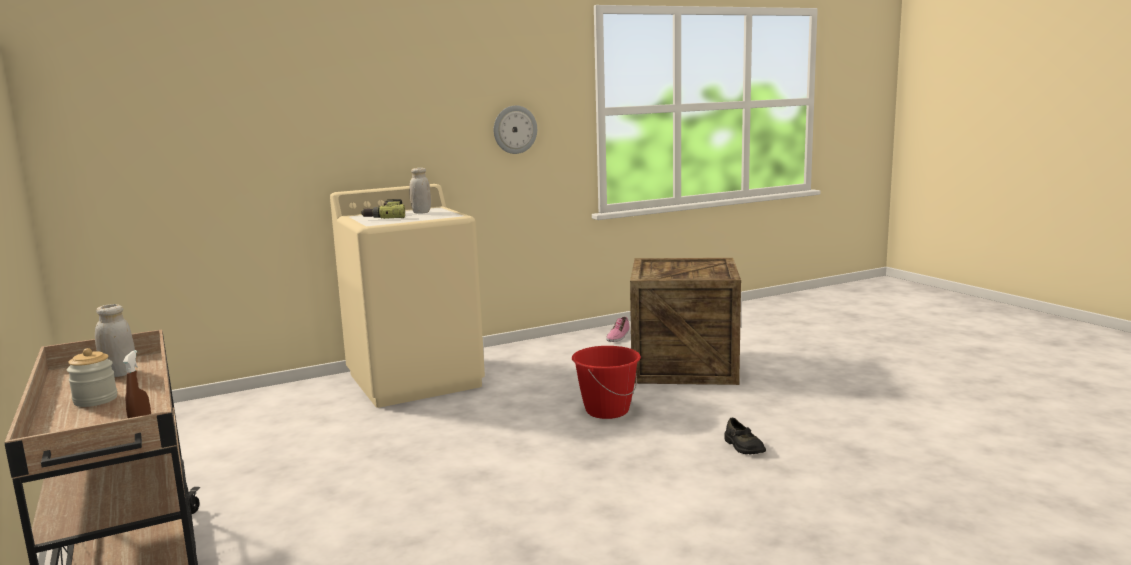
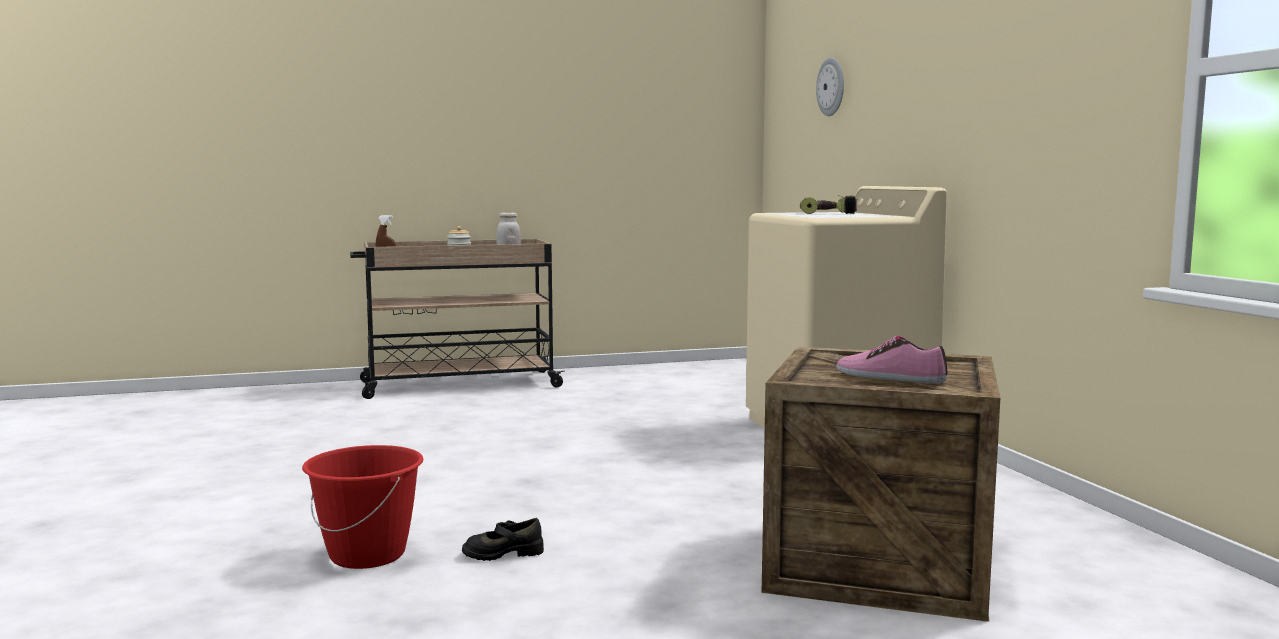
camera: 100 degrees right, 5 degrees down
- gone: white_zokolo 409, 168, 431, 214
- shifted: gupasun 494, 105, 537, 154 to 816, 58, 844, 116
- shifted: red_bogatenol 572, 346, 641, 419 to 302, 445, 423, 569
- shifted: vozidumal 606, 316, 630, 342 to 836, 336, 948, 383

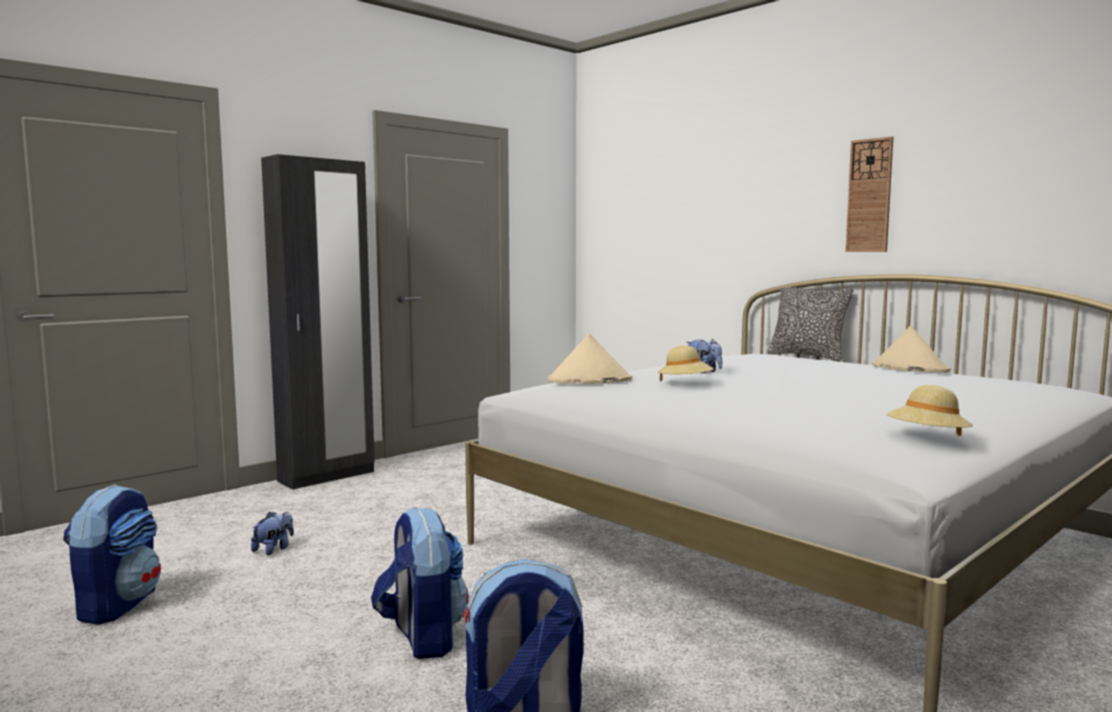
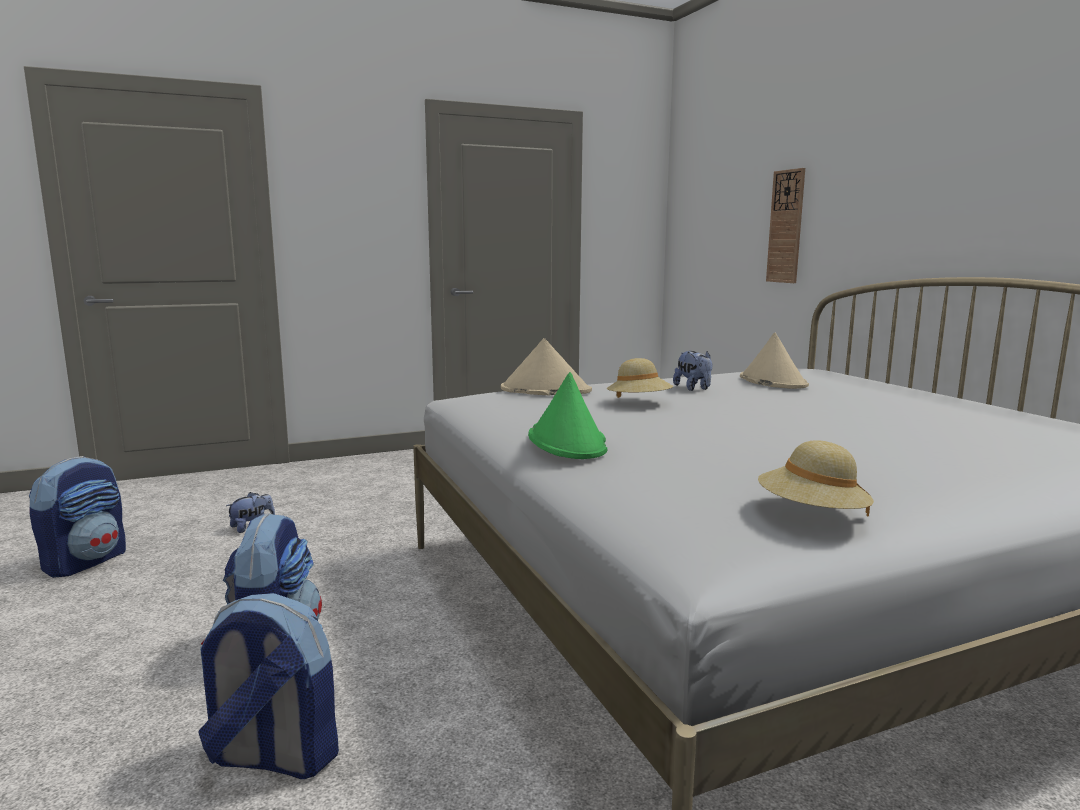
camera: 20 degrees right, 5 degrees up
- gone: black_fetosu 261, 154, 375, 490
- gone: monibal 768, 286, 853, 361
- new: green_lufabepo 528, 372, 608, 459
- shifted: gupasun 846, 136, 893, 252 to 766, 168, 805, 283
- shifted: beige_lufabepo 872, 325, 950, 373 to 740, 332, 809, 389

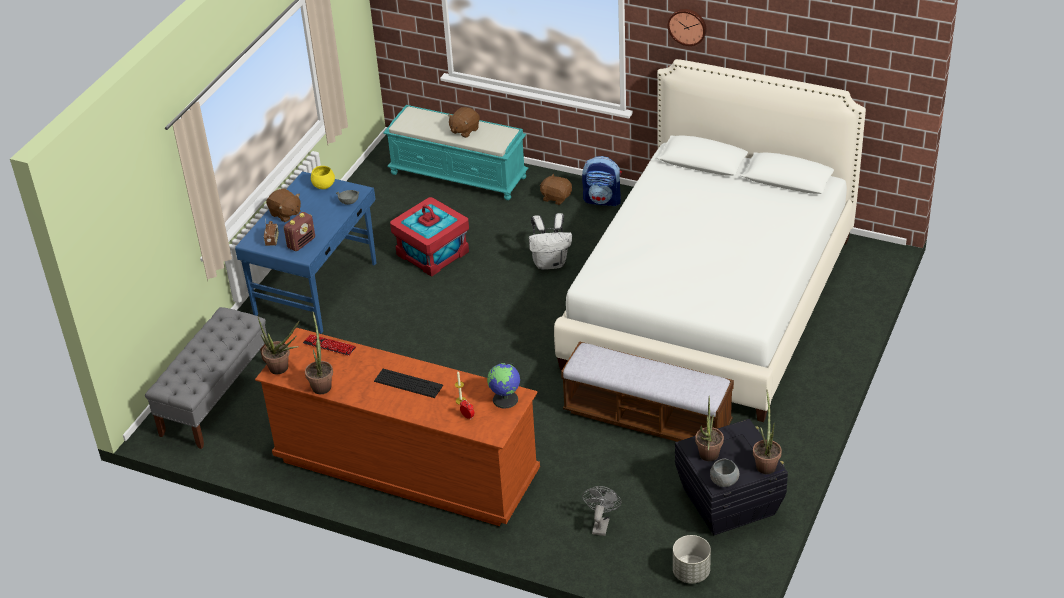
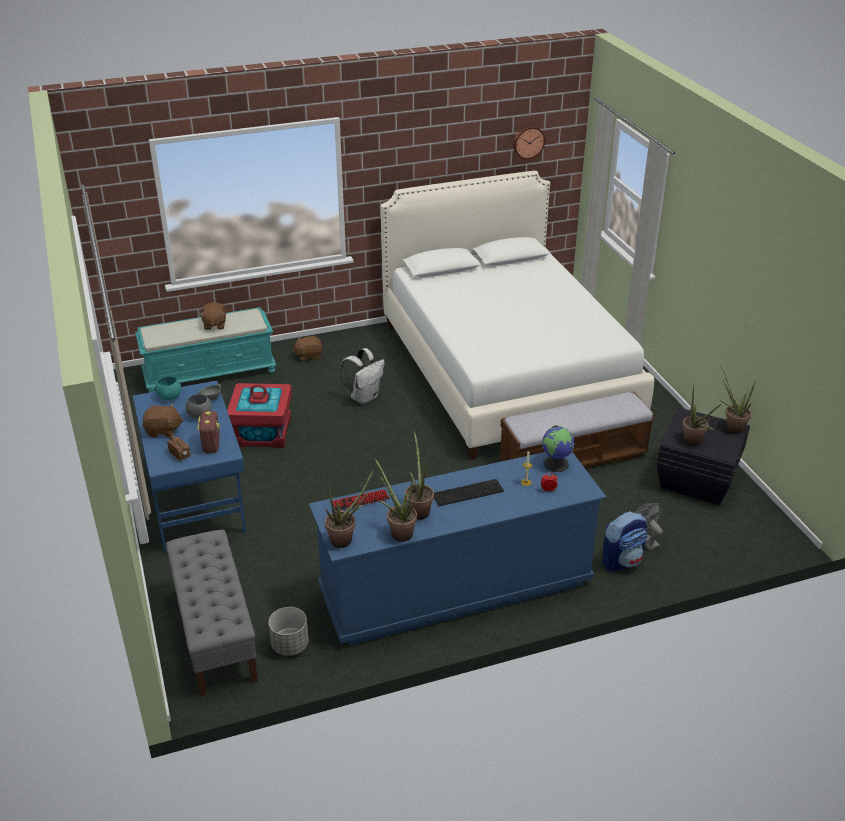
camera: 45 degrees left, 5 degrees down
- new: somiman 405, 431, 434, 520
- shifted: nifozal 582, 156, 622, 206 to 602, 511, 647, 572
- shifted: gupasun 668, 9, 707, 46 to 513, 126, 545, 160
- shifted: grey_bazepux 673, 535, 711, 583 to 269, 607, 309, 656
- shifted: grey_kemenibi 710, 459, 739, 487 to 186, 394, 212, 419
- repainted: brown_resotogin 255, 328, 540, 526 to blue_resotogin 309, 452, 606, 646
- repainted: yellow_kemenibi 311, 166, 335, 189 to turquoise_kemenibi 155, 376, 181, 400

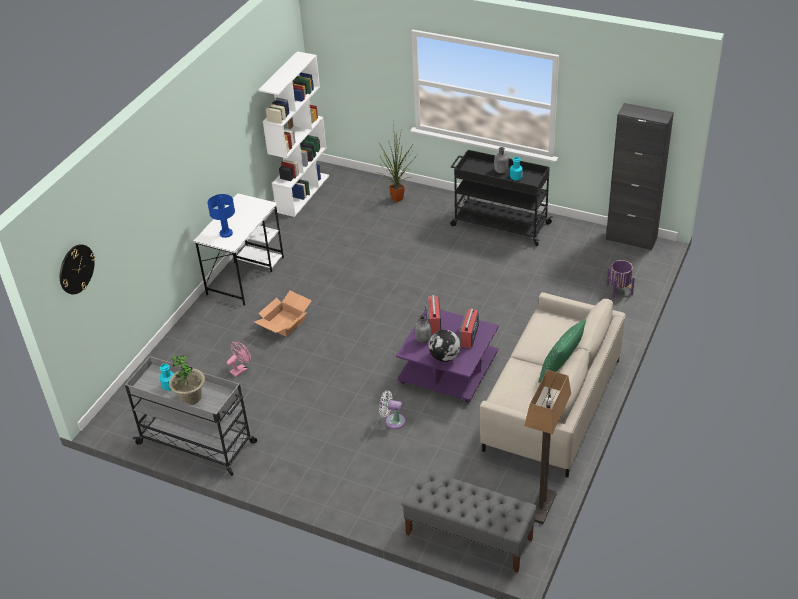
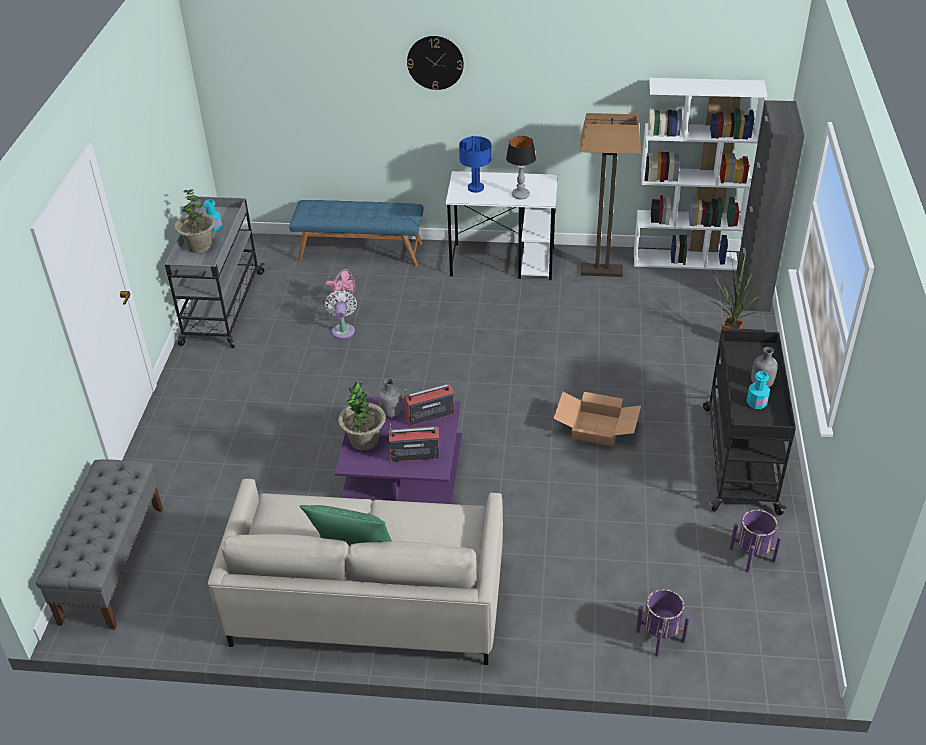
camera: 70 degrees right, 0 degrees up
- new: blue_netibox 289, 200, 424, 266
- new: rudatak 506, 136, 536, 199
- new: purple_bazepux 729, 510, 782, 572
- shifted: gupasun 60, 244, 95, 294 to 407, 36, 464, 90
- shifted: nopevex 254, 291, 312, 337 to 554, 392, 641, 446
- shifted: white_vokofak 379, 391, 406, 429 to 325, 290, 357, 339
- shifted: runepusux 524, 370, 571, 524 to 580, 113, 641, 277
- shifted: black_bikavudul 606, 103, 674, 250 to 736, 100, 805, 312
- swapped: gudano 429, 330, 461, 362 to somiman 338, 382, 386, 450

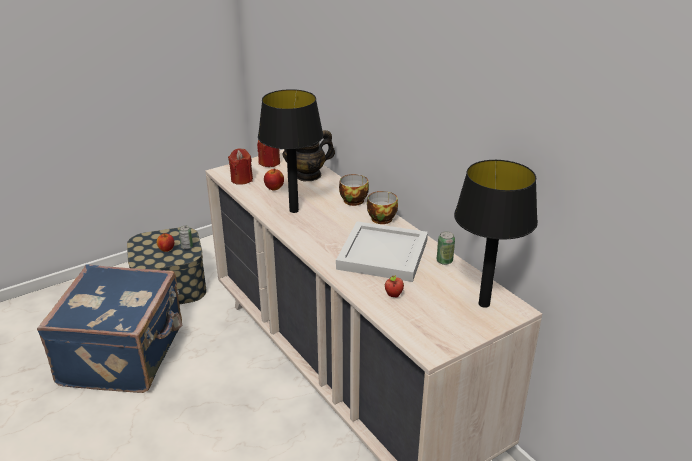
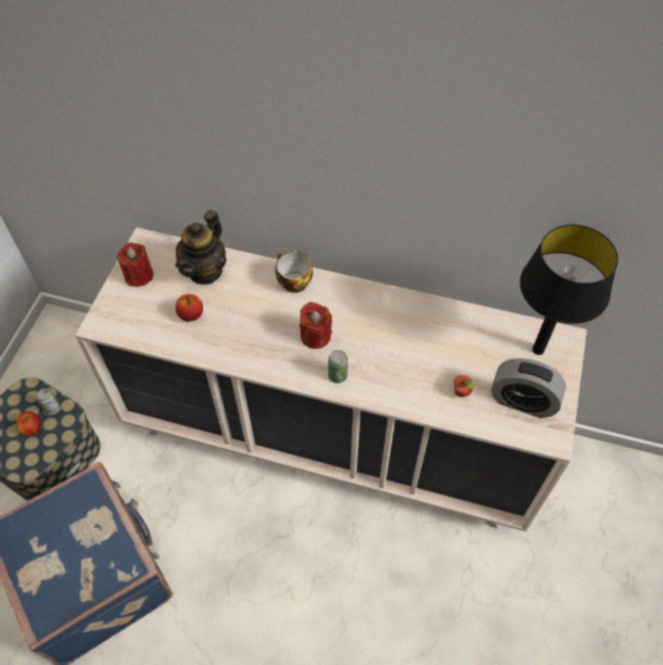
camera: 40 degrees left, 25 degrees up
- gone: black_rudatak 258, 89, 323, 213
- gone: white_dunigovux 336, 222, 428, 282
- gone: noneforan 367, 191, 398, 224
- new: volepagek 491, 358, 566, 418
- shifted: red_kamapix 228, 148, 253, 185 to 300, 302, 332, 349
- shifted: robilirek 437, 231, 455, 265 to 328, 350, 348, 383

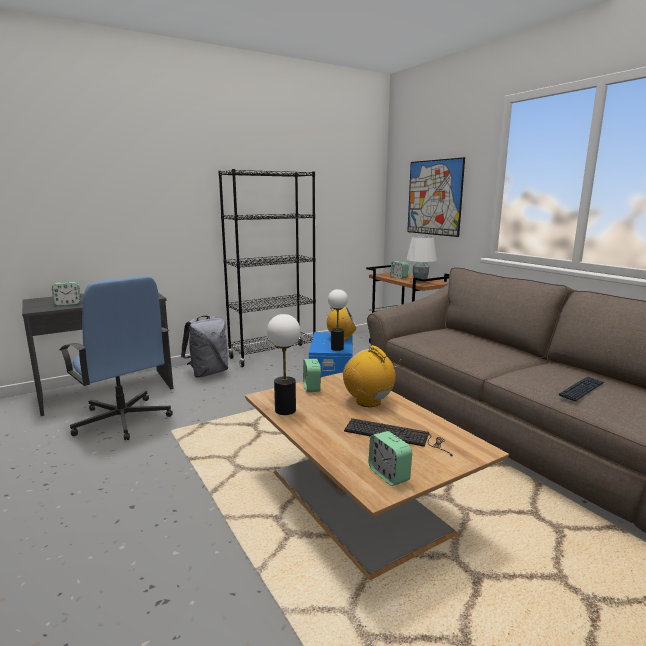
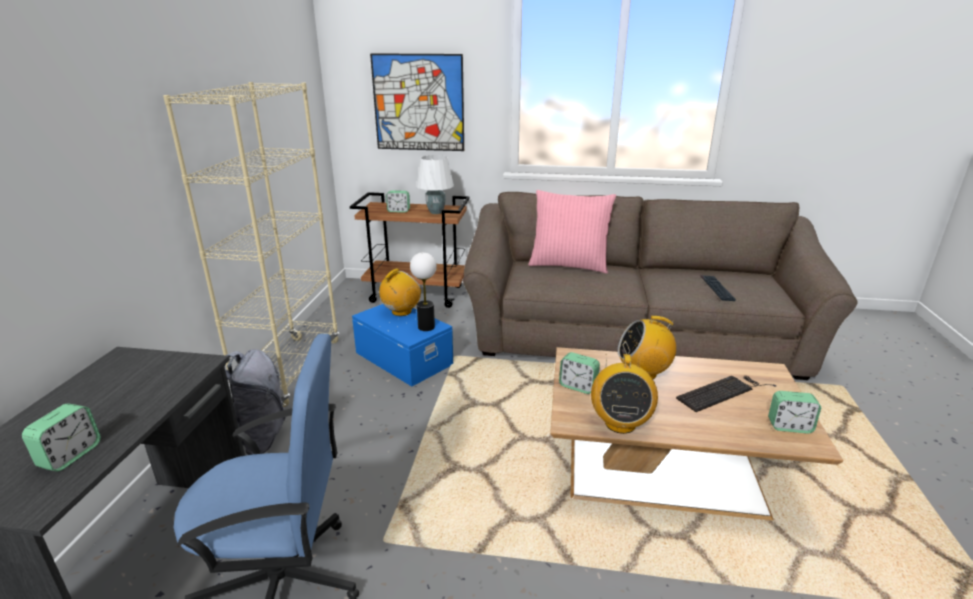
camera: 50 degrees left, 10 degrees up
- new: pink_monibal 528, 190, 616, 274
- swapped: rudatak 267, 314, 300, 415 to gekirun 591, 354, 658, 434
- repainted: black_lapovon 218, 169, 316, 367 to beige_lapovon 163, 82, 339, 407

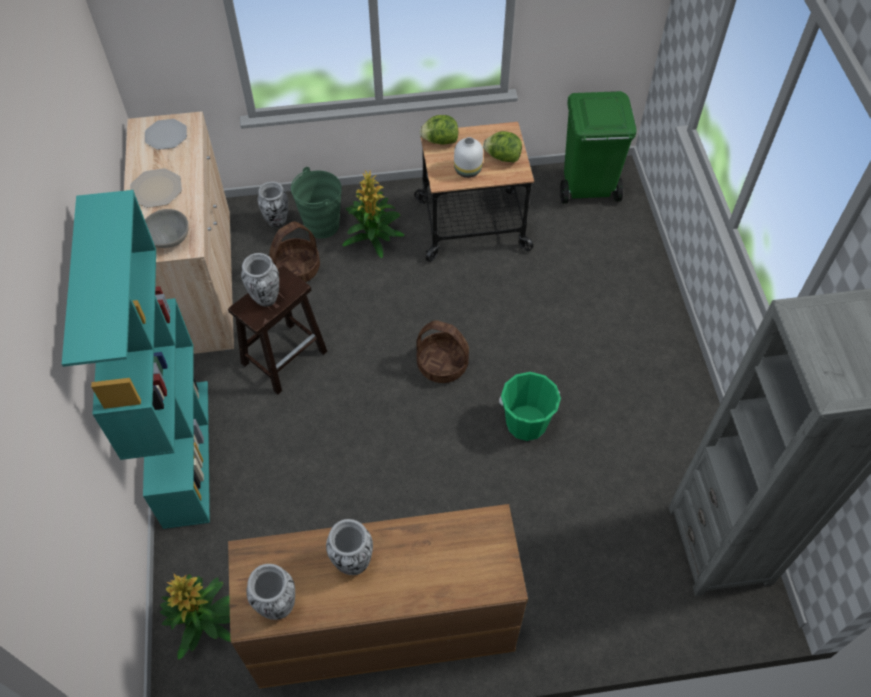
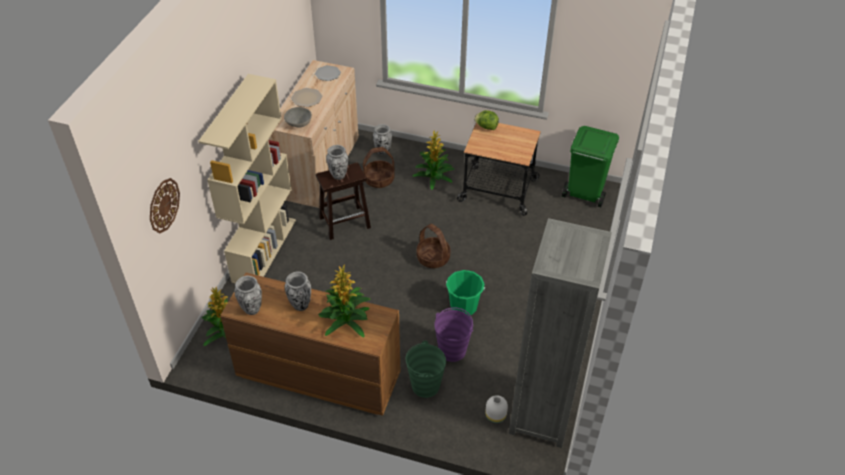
camera: 25 degrees right, 10 degrees down
- gone: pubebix 483, 131, 522, 163
- new: gupasun 150, 178, 180, 233
- new: somiman 318, 264, 370, 337
- new: purple_bogatenol 434, 308, 474, 362
- shifted: green_bogatenol 291, 167, 342, 239 to 406, 341, 446, 398
- shifted: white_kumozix 454, 137, 483, 178 to 485, 395, 508, 424
- repainted: turquoise_lapovon 62, 190, 210, 529 to beige_lapovon 198, 74, 296, 283

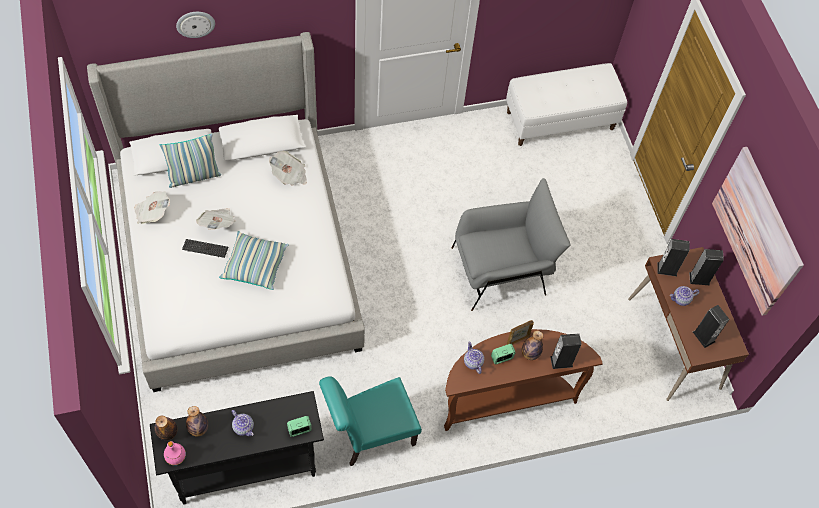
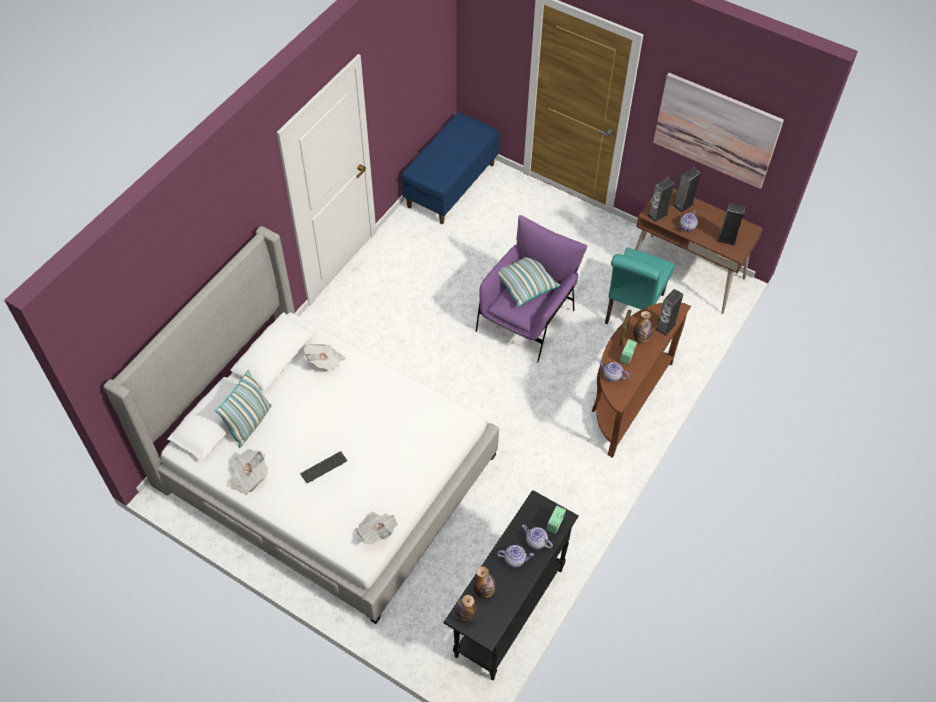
camera: 40 degrees left, 5 degrees down
- gone: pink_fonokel 164, 441, 186, 465
- gone: gupasun 176, 12, 215, 38
- new: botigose 522, 525, 553, 549
- shifted: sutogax 196, 208, 235, 230 to 355, 512, 398, 544
- shifted: monibal 219, 231, 289, 290 to 499, 257, 560, 307
- shifted: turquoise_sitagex 319, 376, 422, 466 to 605, 248, 675, 324
- repainted: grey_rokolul 452, 178, 571, 311 to purple_rokolul 476, 215, 587, 362
- repainted: white_netibox 506, 63, 627, 146 to blue_netibox 402, 113, 499, 224

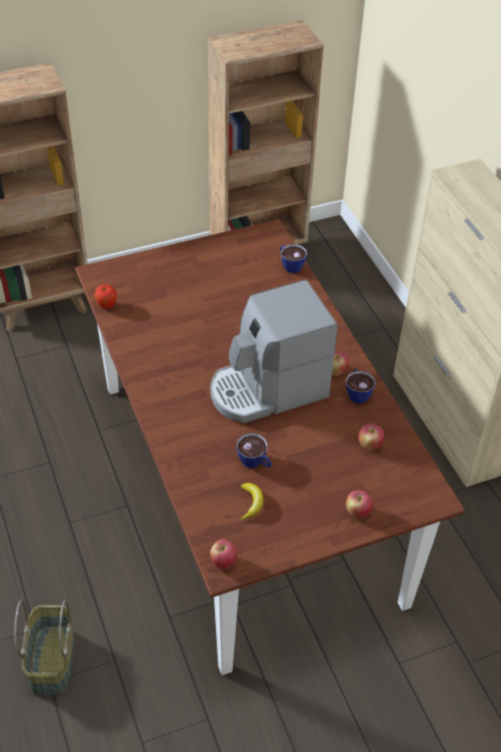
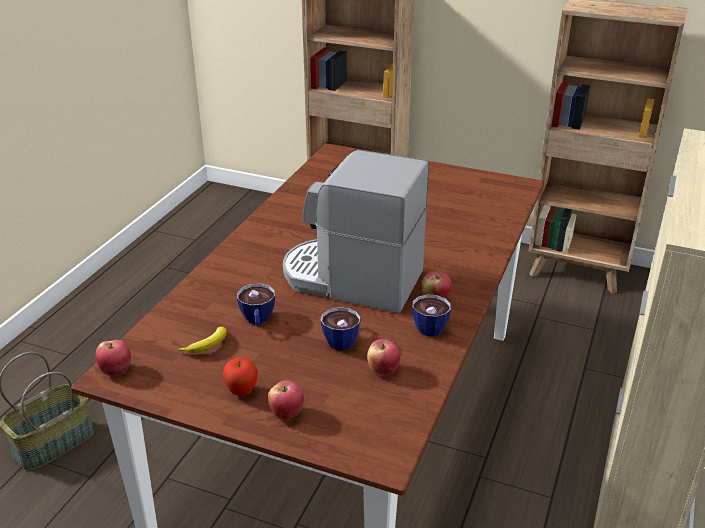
camera: 45 degrees right, 15 degrees down
- shifted: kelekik 94, 285, 117, 309 to 223, 357, 258, 396
- shifted: noneforan 280, 244, 307, 273 to 321, 307, 361, 350

